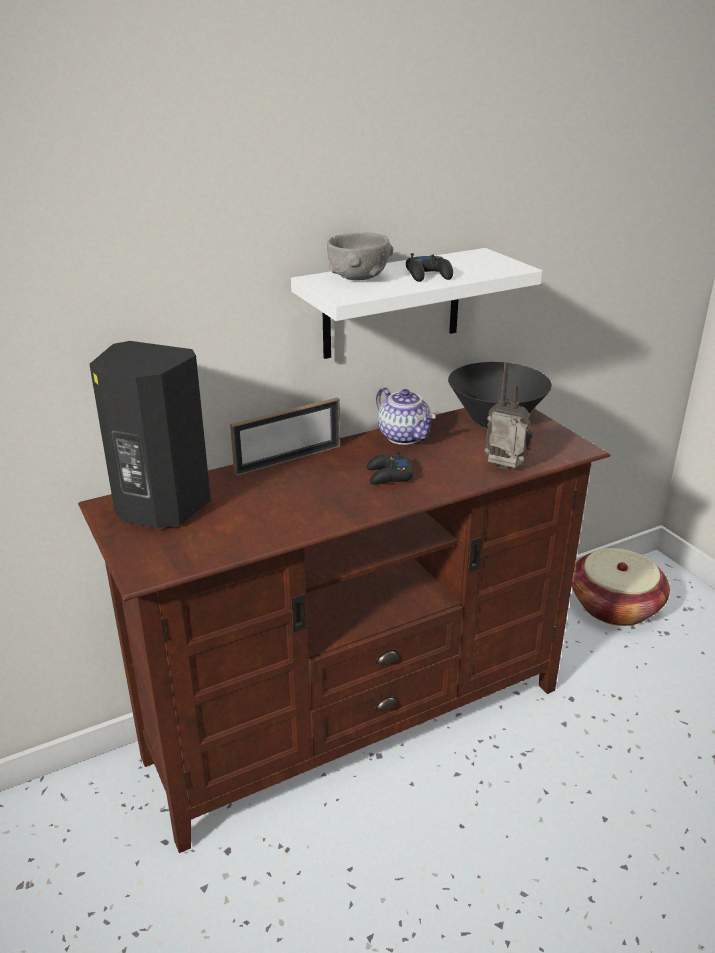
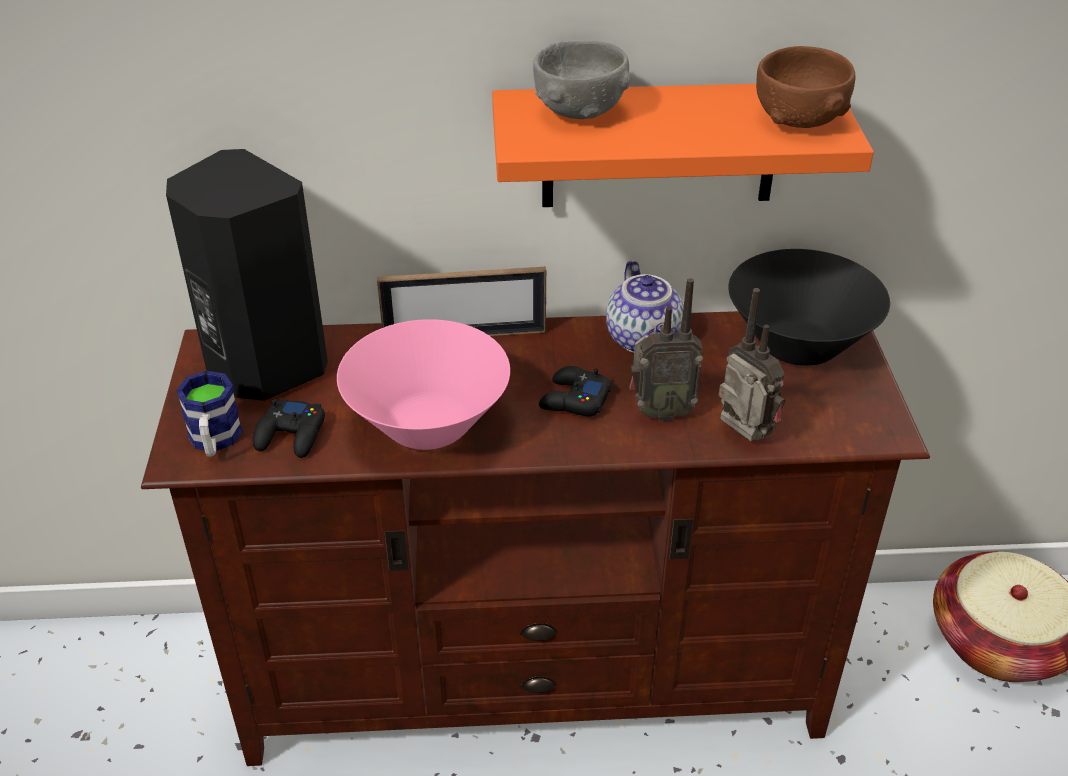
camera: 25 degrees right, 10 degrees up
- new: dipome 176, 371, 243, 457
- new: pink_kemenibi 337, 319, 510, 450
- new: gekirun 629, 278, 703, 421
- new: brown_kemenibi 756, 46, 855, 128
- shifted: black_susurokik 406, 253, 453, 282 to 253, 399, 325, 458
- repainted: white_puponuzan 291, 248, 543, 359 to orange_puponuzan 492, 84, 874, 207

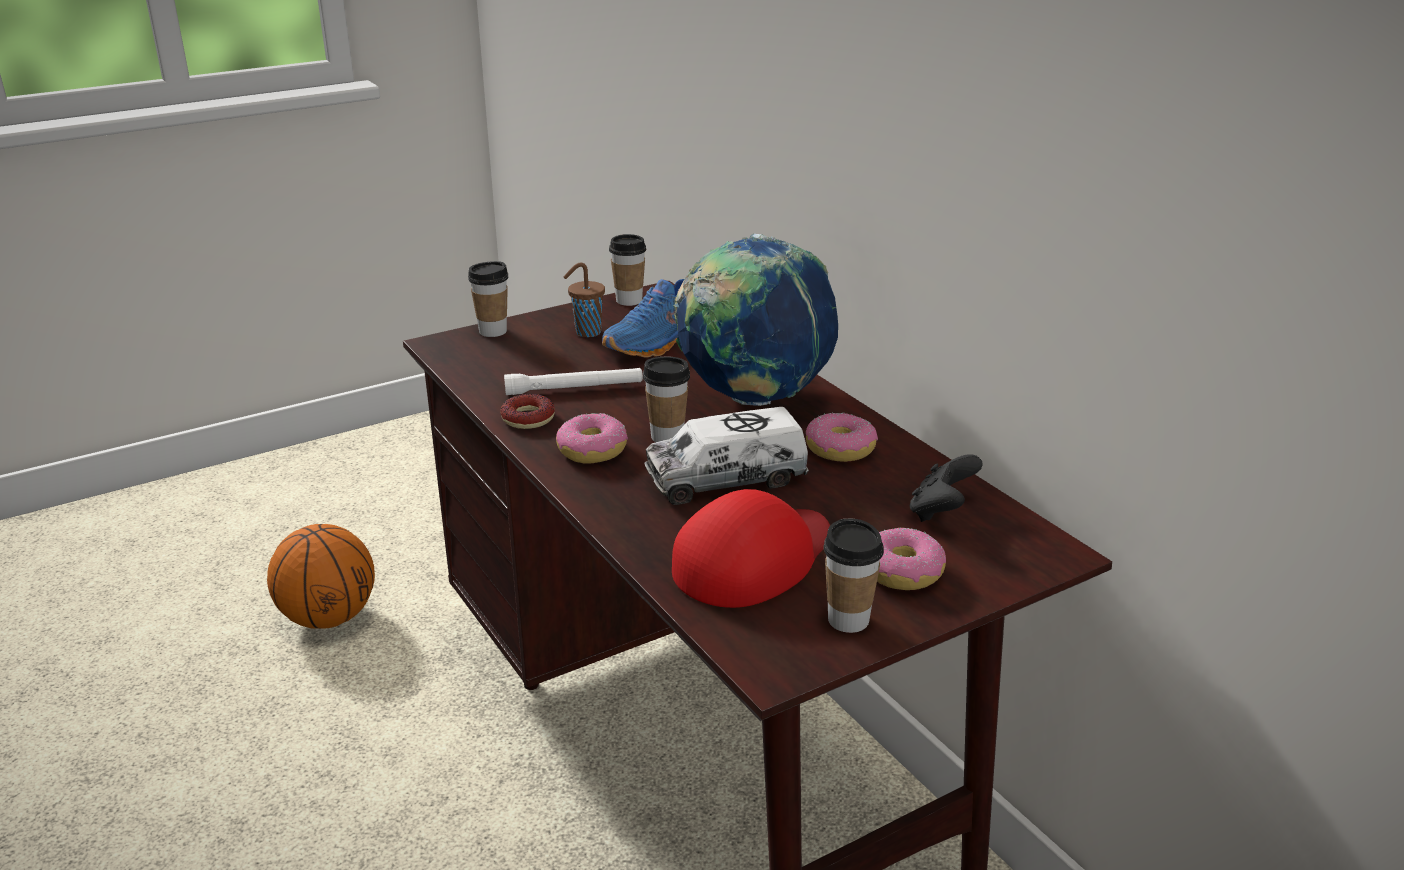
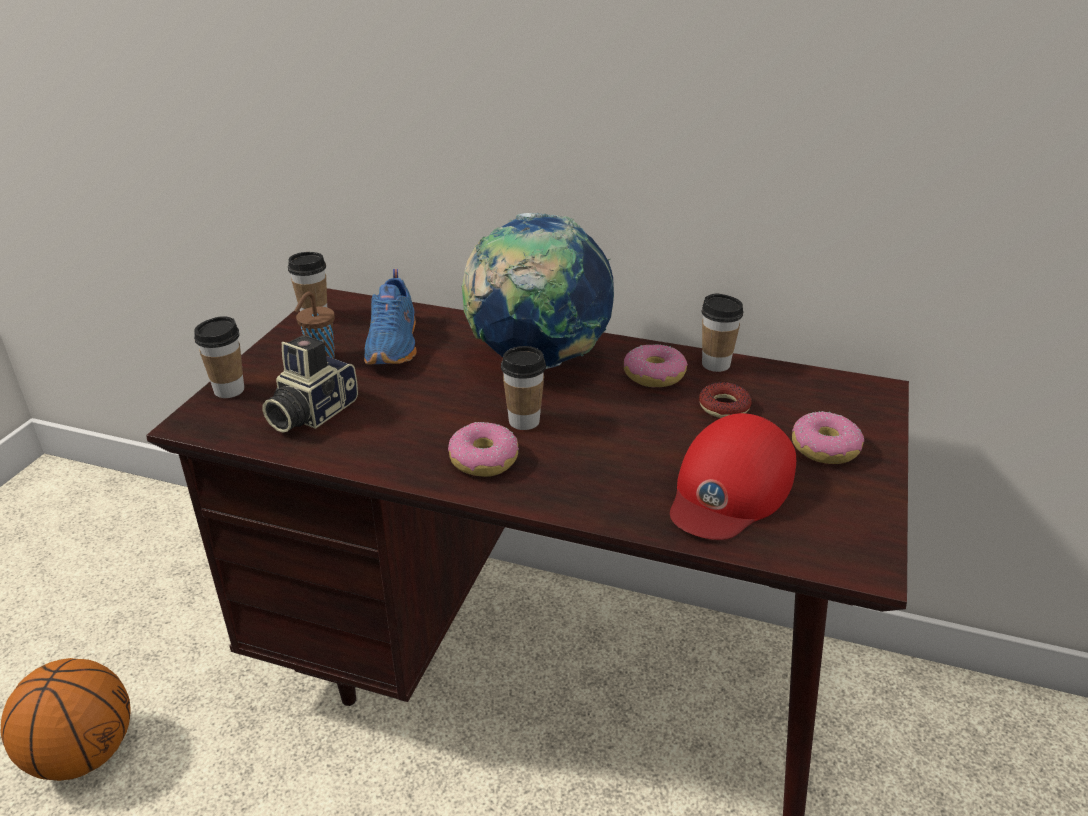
camera: 40 degrees left, 5 degrees up
- gone: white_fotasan 504, 368, 643, 395
- gone: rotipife 644, 407, 809, 505
- gone: black_susurokik 910, 454, 983, 522
- new: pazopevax 262, 335, 358, 433
- shifted: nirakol 500, 394, 555, 429 to 699, 382, 751, 418
- shifted: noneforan 823, 519, 884, 633 to 702, 294, 744, 372
- rotated: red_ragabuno 672, 489, 830, 608 = 670, 413, 796, 540 150 degrees counterclockwise

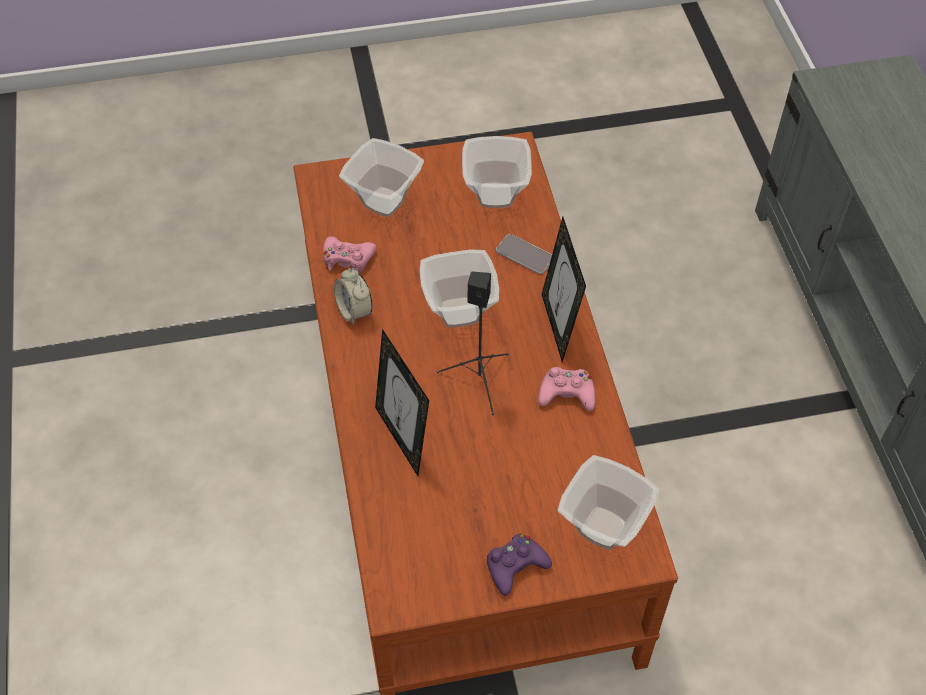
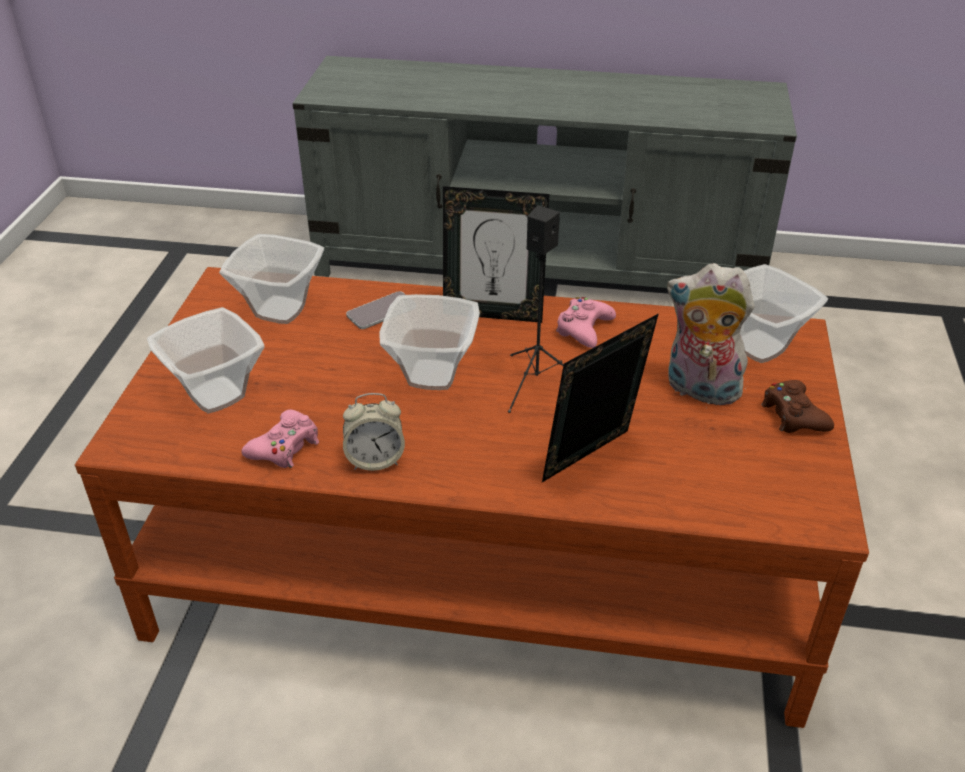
camera: 70 degrees left, 15 degrees down
- new: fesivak 667, 263, 754, 408
- repainted: purple_susurokik 487, 534, 552, 596 to brown_susurokik 761, 380, 834, 433
- rotated: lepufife 375, 329, 429, 476 = 542, 313, 659, 482 150 degrees clockwise

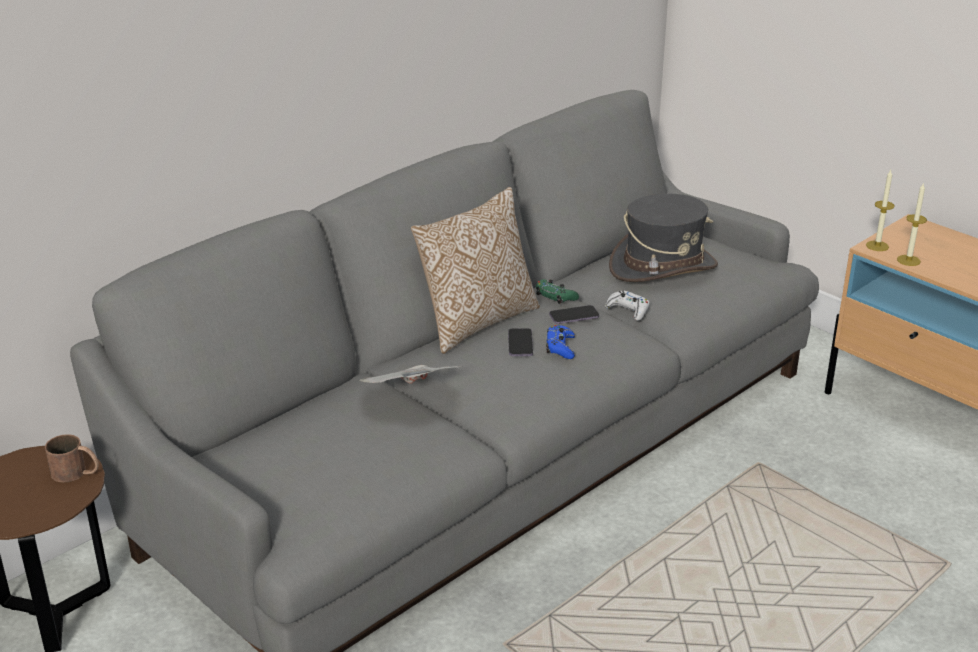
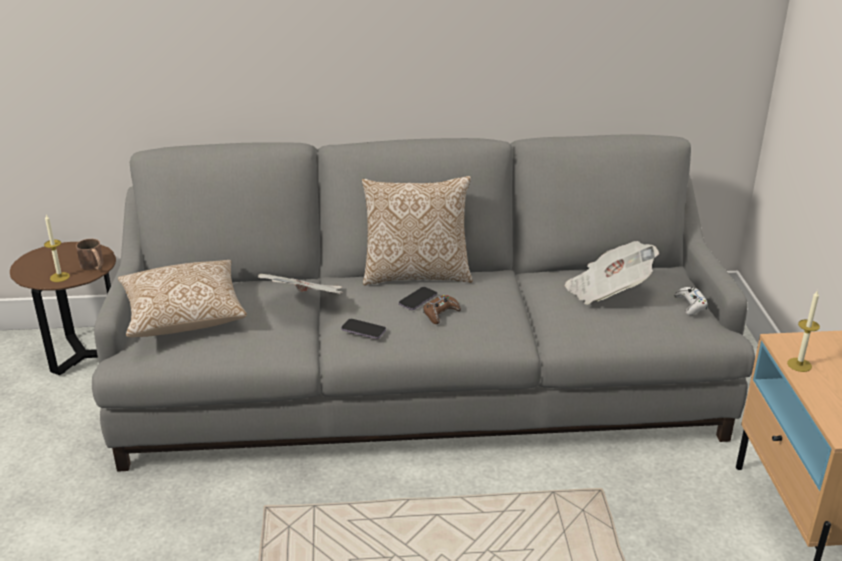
camera: 40 degrees right, 0 degrees up
- gone: green_susurokik 536, 279, 579, 304
- new: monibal 118, 260, 247, 337
- shifted: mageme 549, 305, 599, 324 to 341, 319, 386, 339
- shifted: white_susurokik 605, 290, 650, 321 to 674, 287, 708, 315
- shifted: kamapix 866, 170, 895, 251 to 44, 215, 70, 282
- swapped: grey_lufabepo 609, 193, 718, 282 to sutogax 565, 241, 659, 305
- repainted: blue_susurokik 546, 325, 575, 359 to brown_susurokik 423, 295, 461, 324

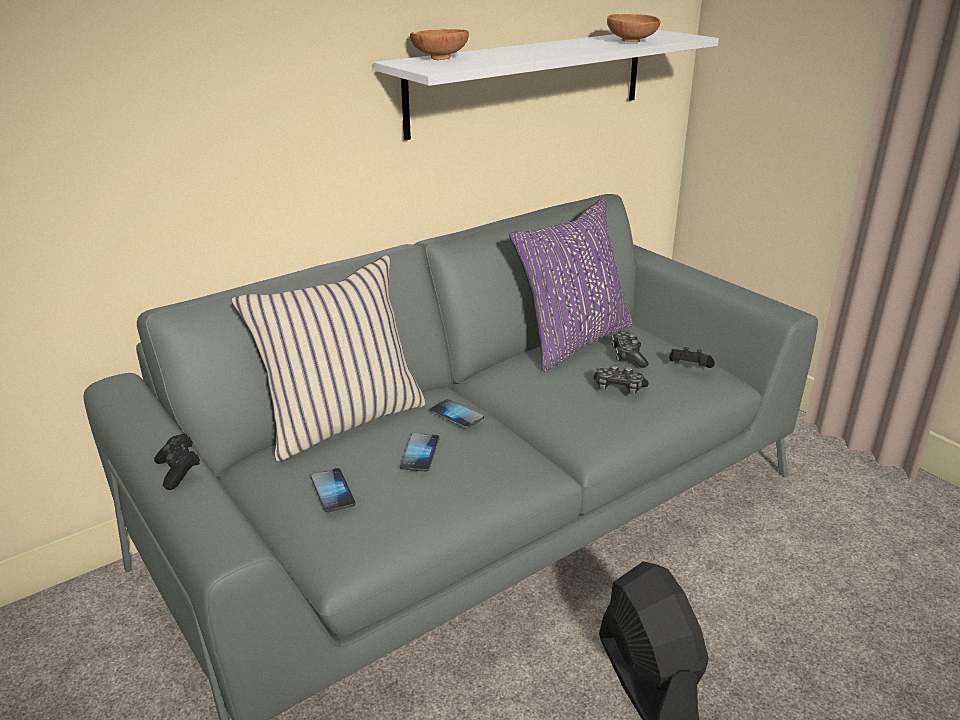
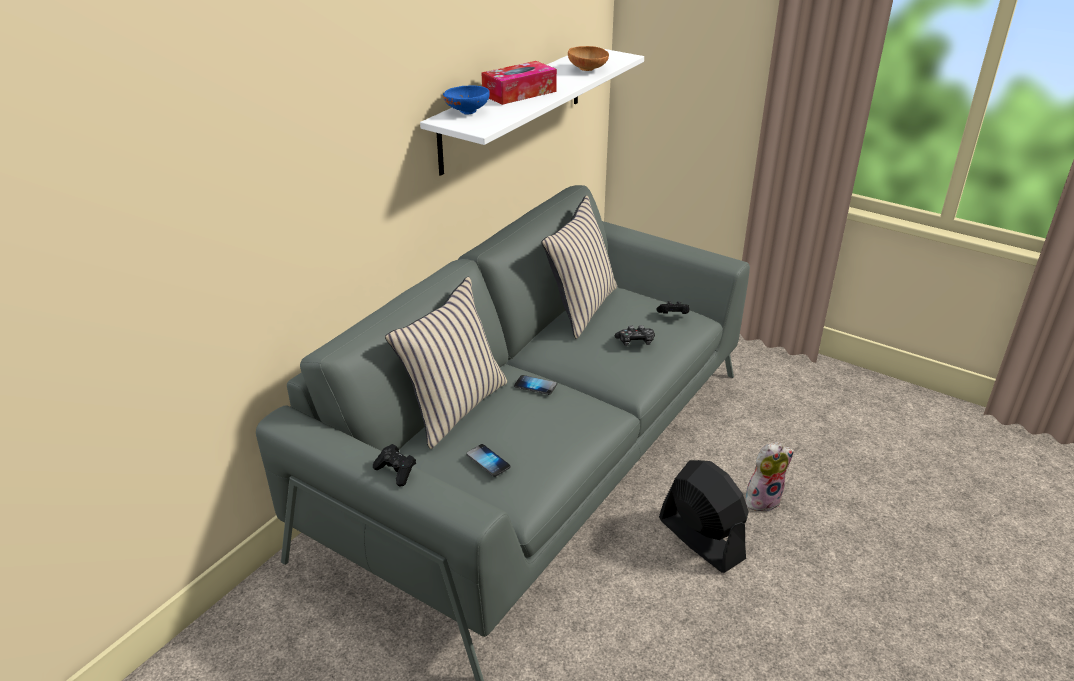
camera: 20 degrees left, 5 degrees up
- gone: mageme 400, 433, 439, 472
- gone: susurokik 612, 331, 648, 368
- new: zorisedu 482, 61, 557, 105
- new: fesivak 745, 442, 794, 512
- repainted: brown_kemenibi 410, 29, 469, 60 to blue_kemenibi 443, 85, 490, 114
- repainted: purple_monibal 509, 198, 633, 372 to beige_monibal 542, 195, 617, 339

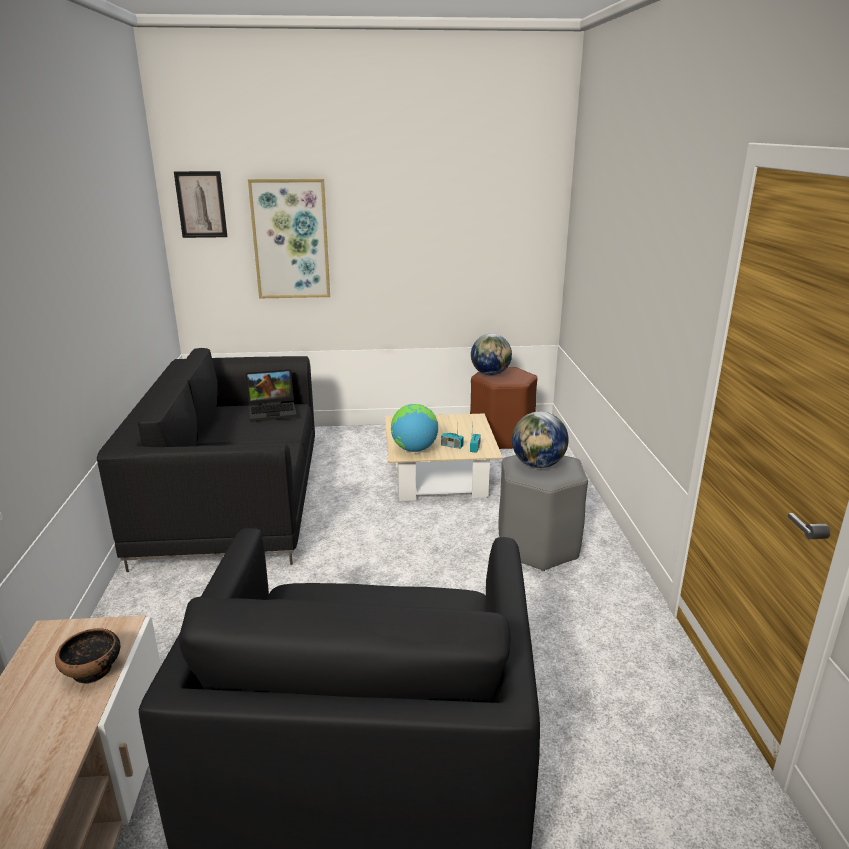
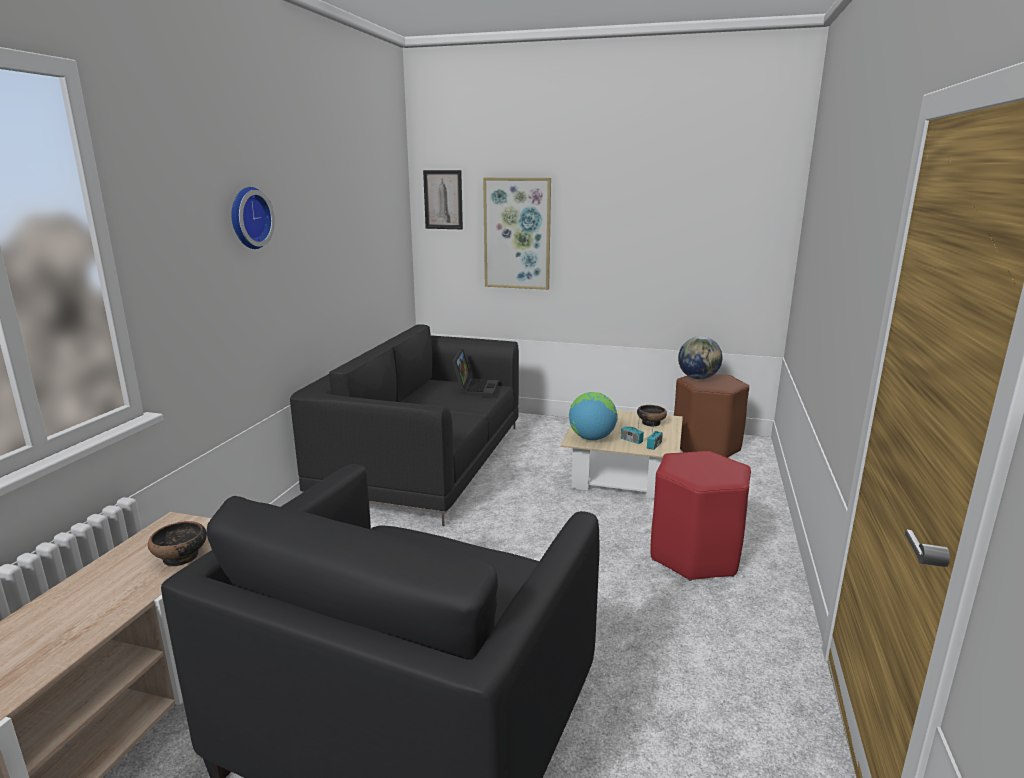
camera: 20 degrees right, 5 degrees down
- gone: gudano 512, 411, 569, 468
- new: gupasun 231, 187, 275, 249
- new: kemenibi 637, 405, 667, 427
- repainted: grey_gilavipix 499, 455, 588, 571 to red_gilavipix 651, 451, 751, 581
- rotated: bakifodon 245, 369, 297, 422 = 452, 349, 499, 396 90 degrees counterclockwise

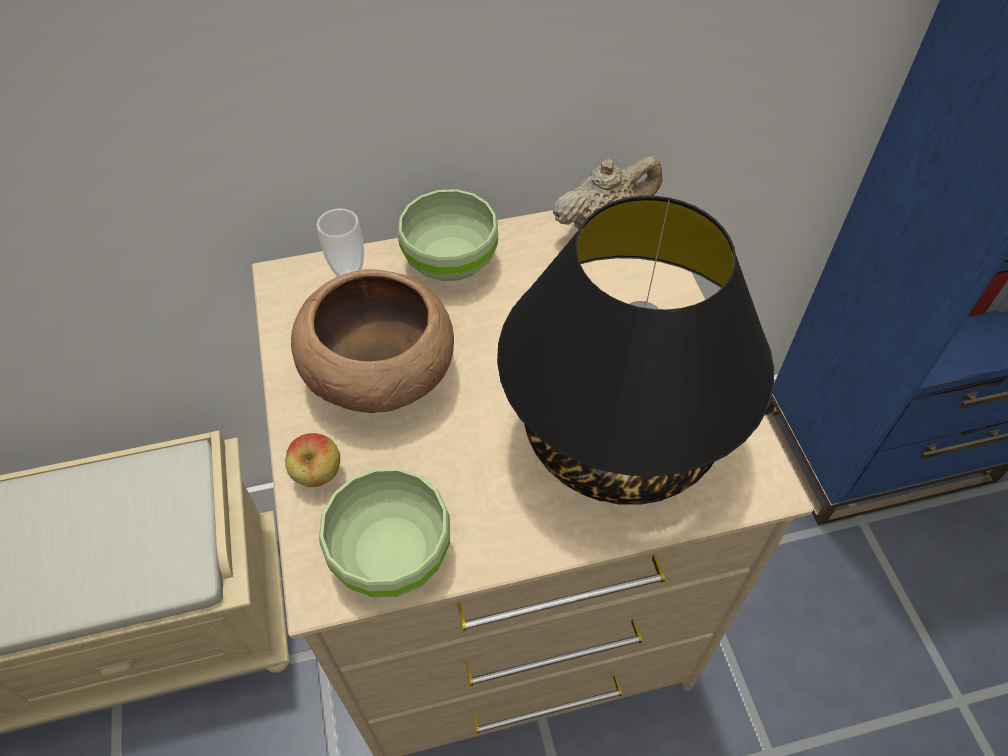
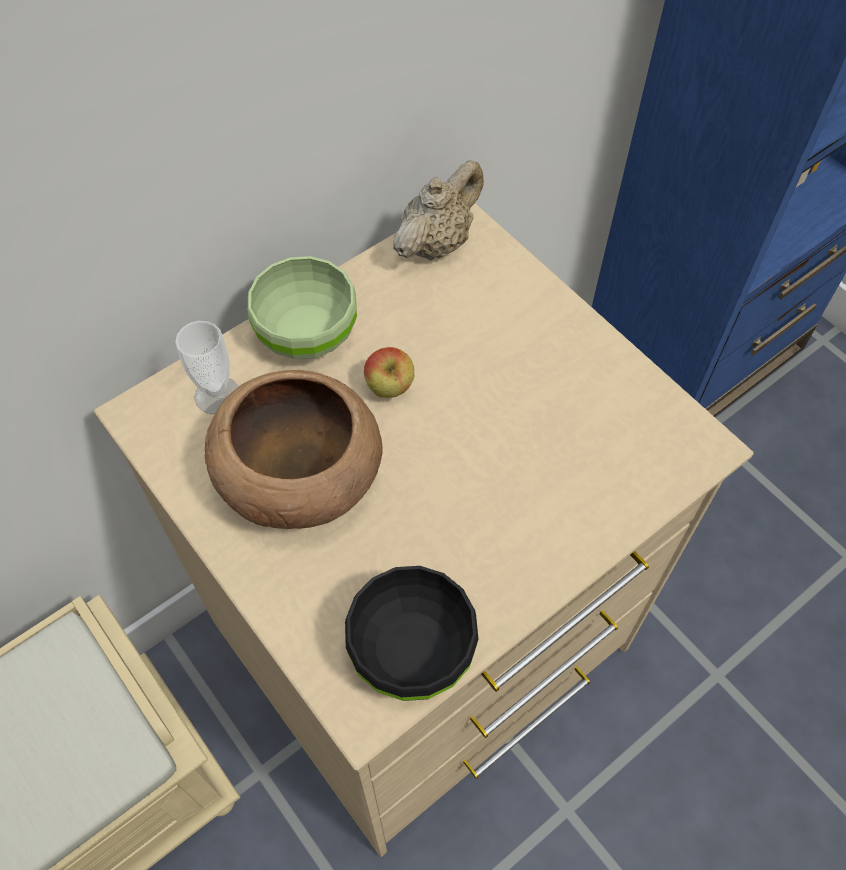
camera: 25 degrees left, 5 degrees up
- gone: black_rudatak 497, 196, 774, 505
- shifted: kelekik 285, 433, 340, 487 to 364, 347, 414, 397
- repainted: green_kemenibi 319, 468, 450, 598 to black_kemenibi 345, 566, 478, 701

